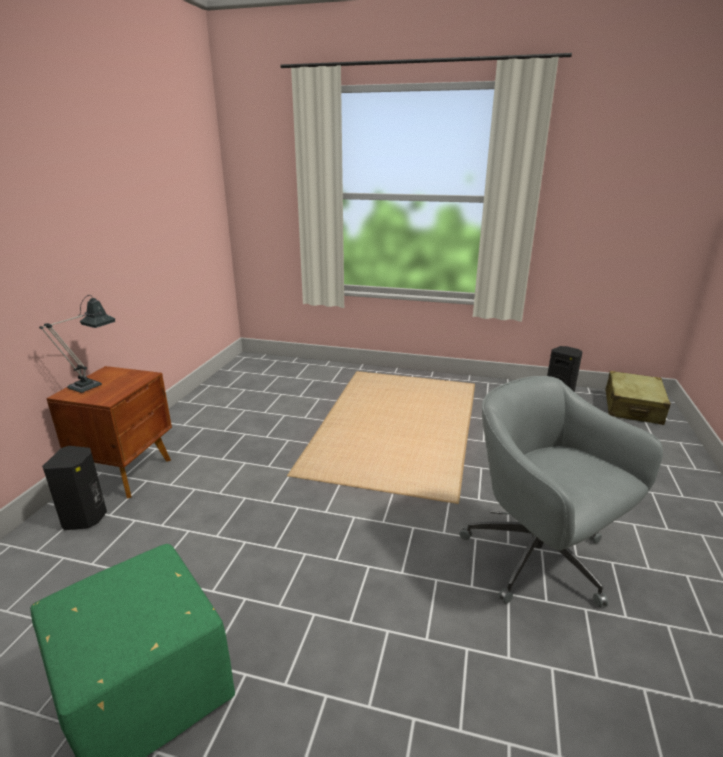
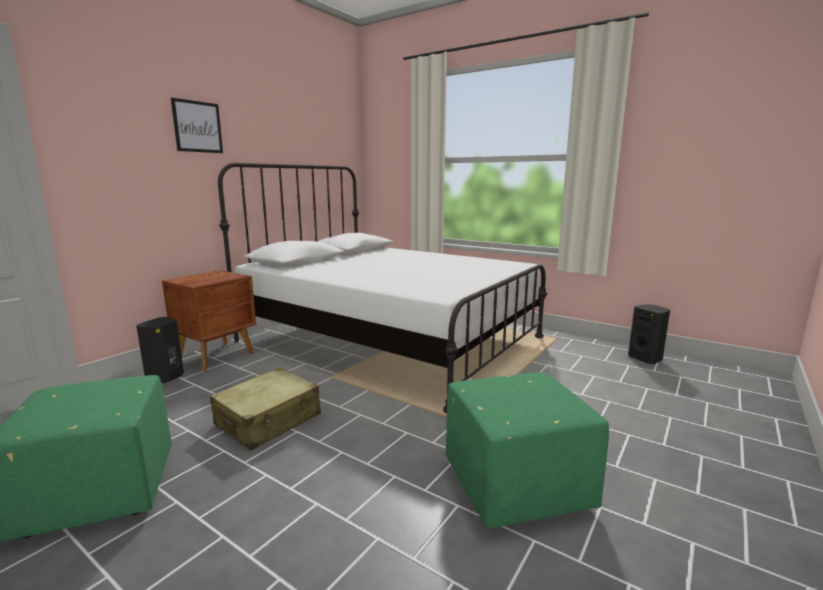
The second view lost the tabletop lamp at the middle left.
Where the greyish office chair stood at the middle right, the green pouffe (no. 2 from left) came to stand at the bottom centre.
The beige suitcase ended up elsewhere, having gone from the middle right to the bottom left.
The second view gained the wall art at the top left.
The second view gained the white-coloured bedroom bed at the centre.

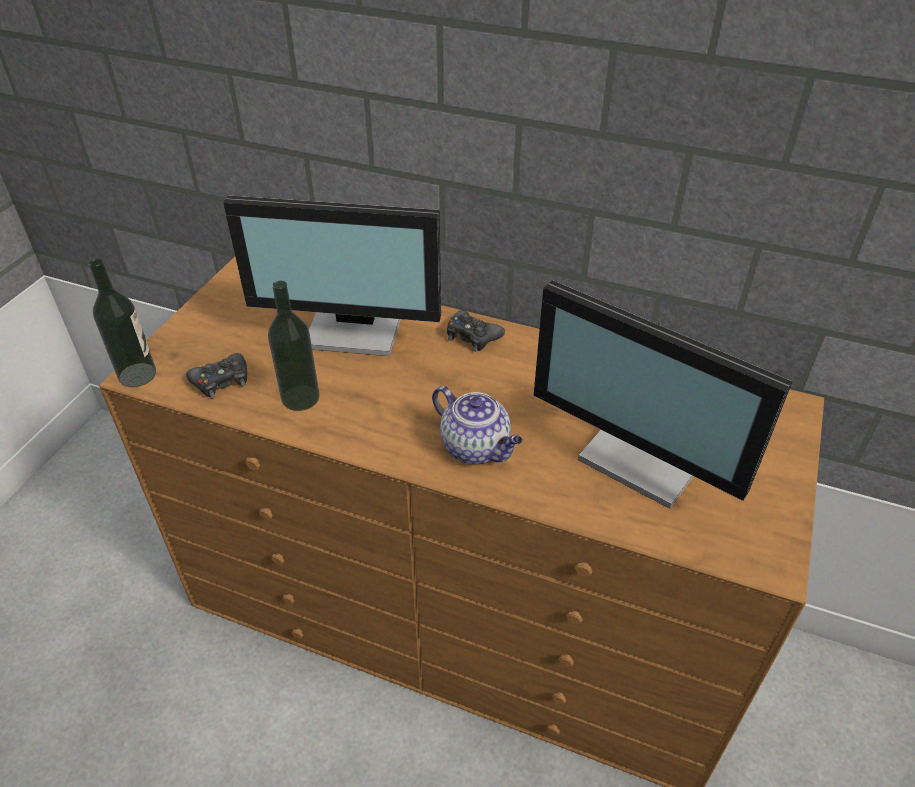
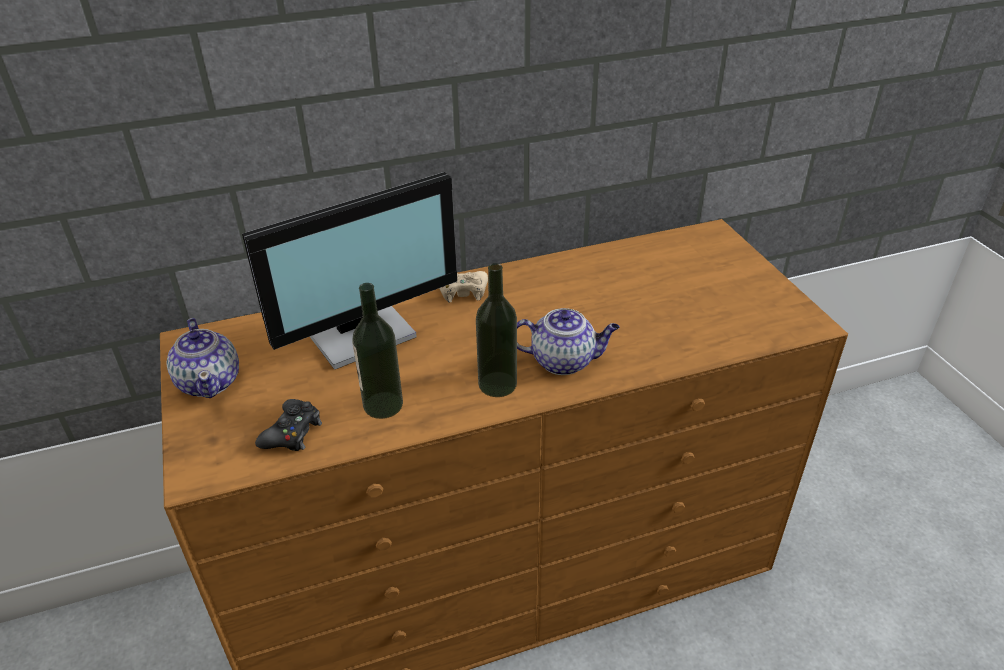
The bottle (no. 1 from left in the first image) ended up elsewhere, having gone from the middle left to the centre.
What was the black-coloured game controller (no. 2 from left) at the centre turned into the beige game controller at the centre.
The second view lost the monitor (no. 2 from left) at the middle right.
The second view gained the tea pot (no. 1 from left) at the middle left.

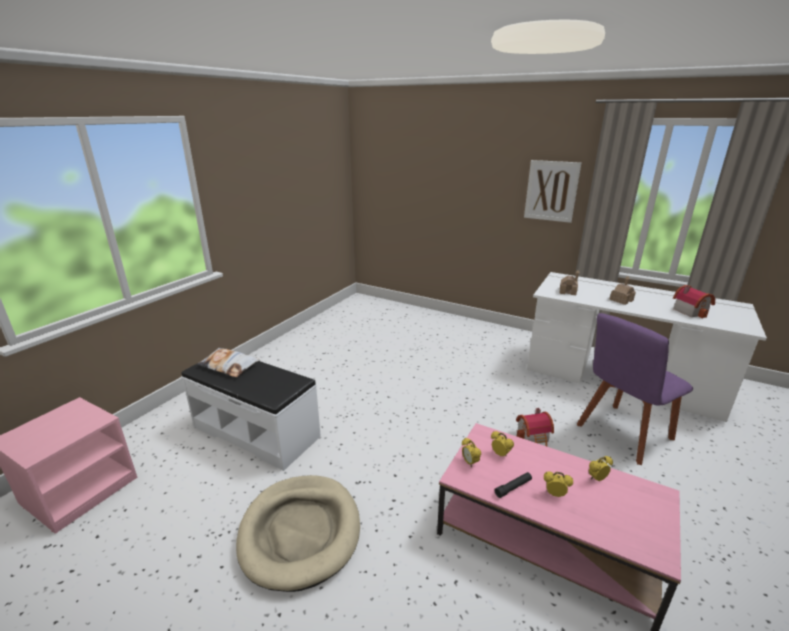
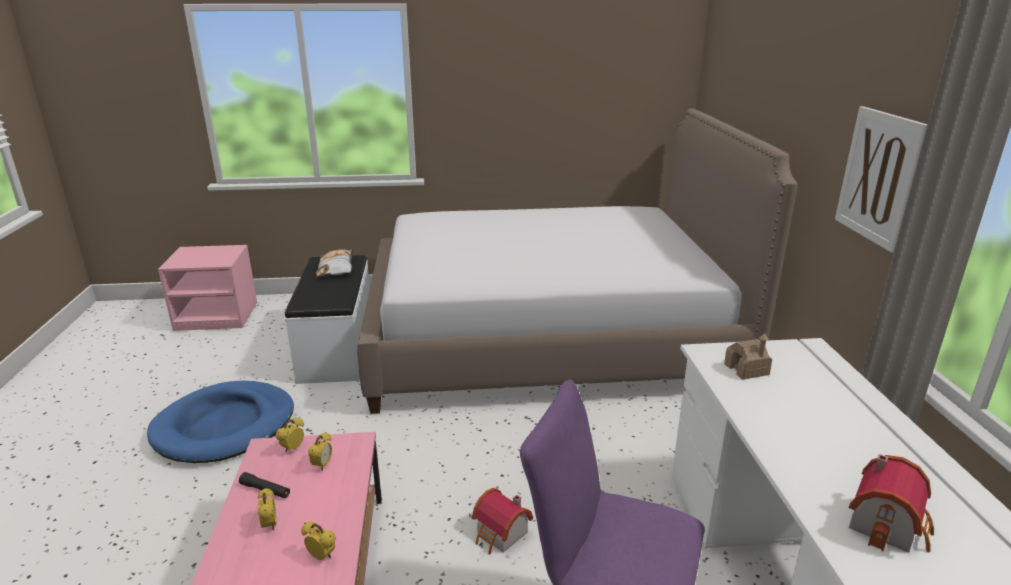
What was the beige pet bed at the bottom centre turned into the bluish pet bed at the bottom left.
The second view lost the miniature house (no. 3 from left) at the middle right.
The second view gained the bedroom bed at the centre.

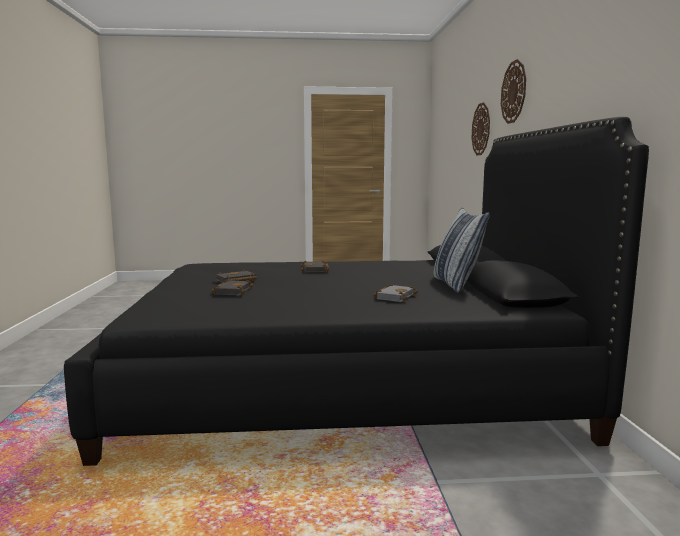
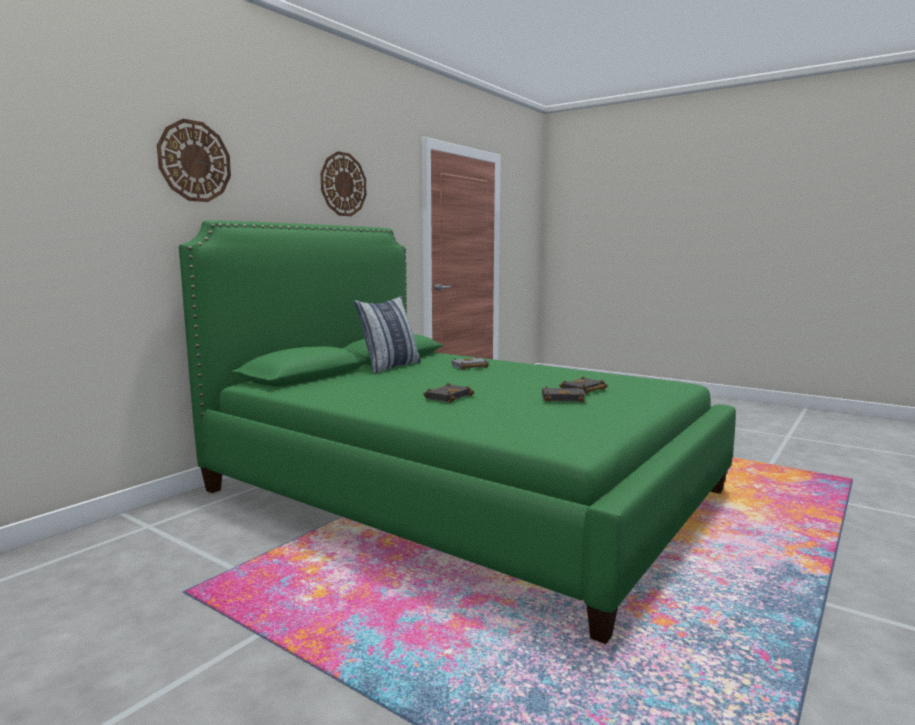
What was the black-coloured bedroom bed at the centre turned into the green bedroom bed at the centre.
The wall clock (no. 1 from left in the first image) ended up elsewhere, having gone from the top right to the top centre.

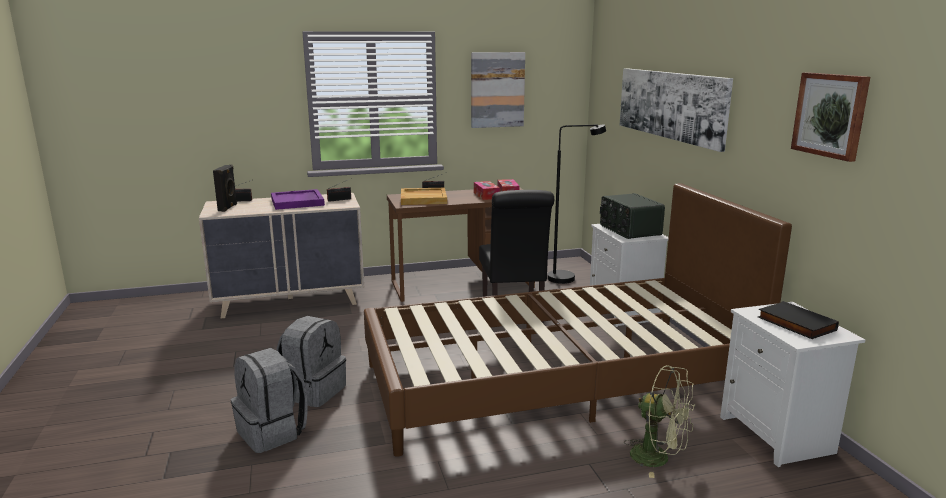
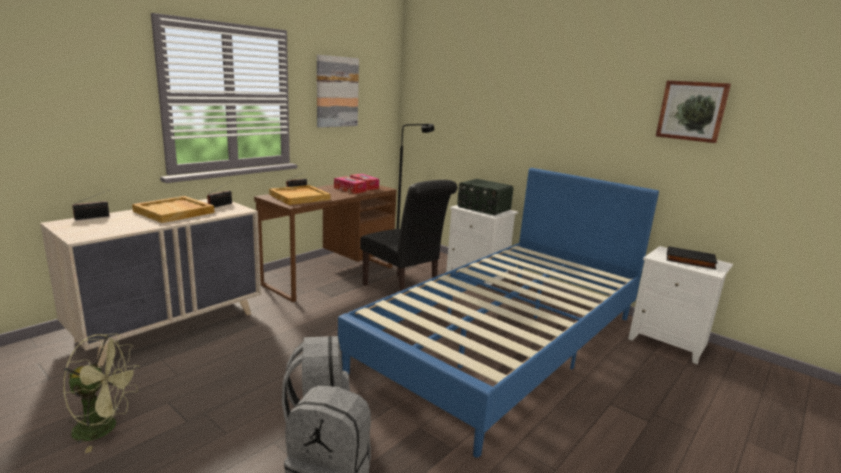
The second view lost the black-coloured loudspeaker at the middle left.
What was the purplish carrying tray at the middle left turned into the beige carrying tray (no. 1 from left) at the middle left.
What was the brown-coloured bedroom bed at the centre turned into the bluish bedroom bed at the centre.
The second view lost the wall art (no. 2 from left) at the top right.
The green cooling fan ended up elsewhere, having gone from the bottom right to the bottom left.

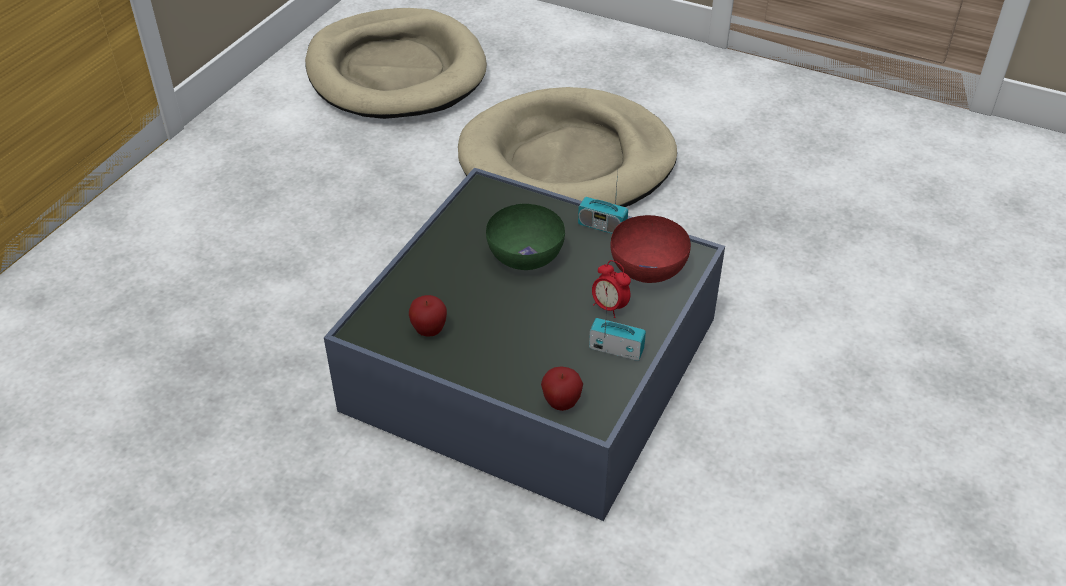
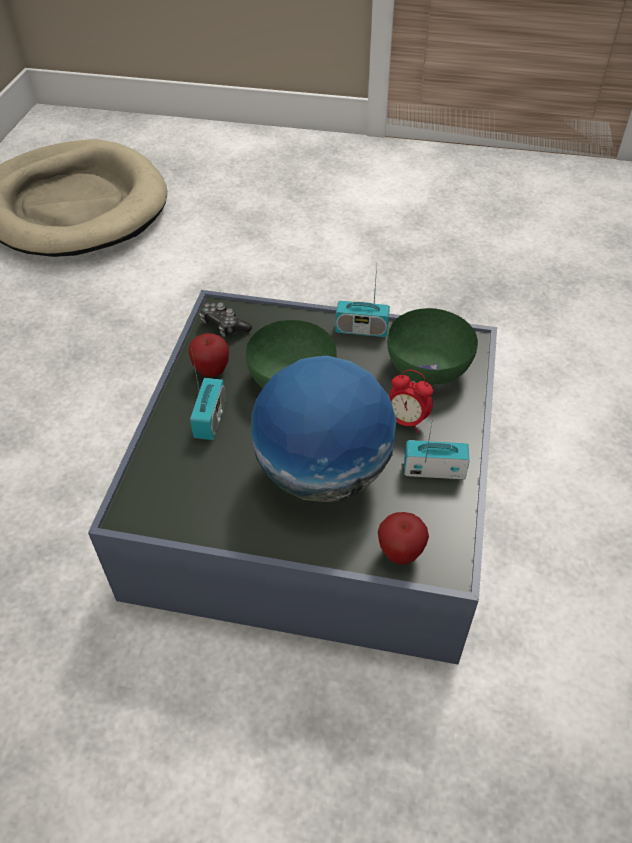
The apple fruit (no. 1 from left) ended up elsewhere, having gone from the centre to the middle left.
The second view lost the beige pet bed (no. 2 from left) at the top centre.
What was the red-coloured deep dish at the centre turned into the green deep dish (no. 2 from left) at the middle right.
The second view gained the radio set (no. 1 from left) at the middle left.
The second view gained the game controller at the centre.
The second view gained the world globe at the centre.

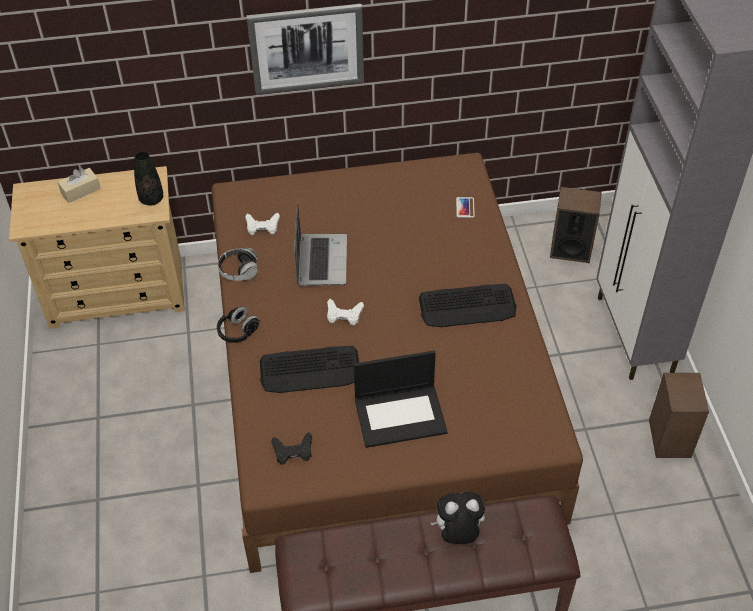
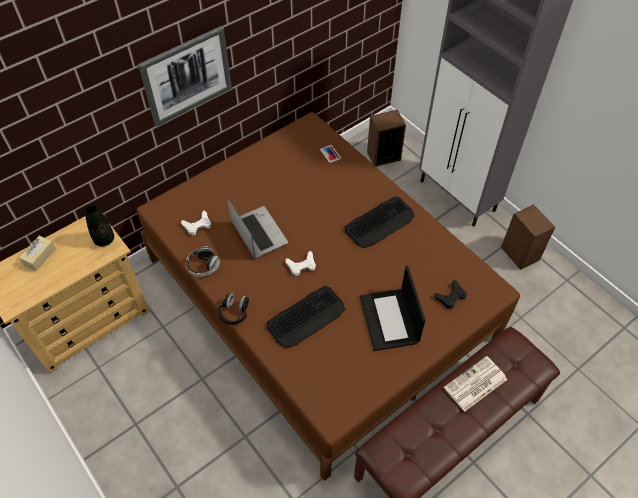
The black-coloured game controller ended up elsewhere, having gone from the bottom centre to the middle right.
The portable computer (no. 2 from left) at the centre ended up facing another way, 120 degrees clockwise from before.
Where the cuddly toy stood at the bottom centre, the daily paper came to stand at the bottom right.

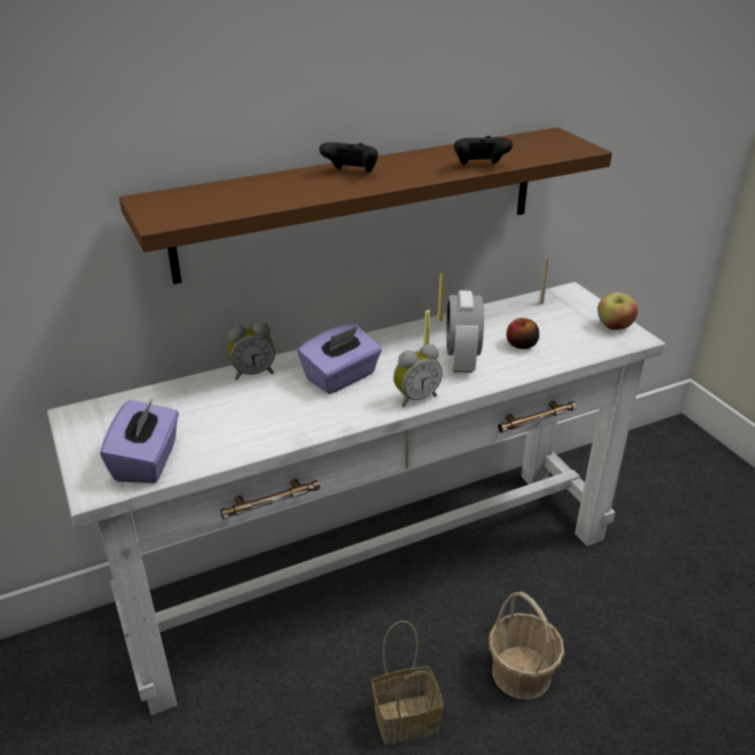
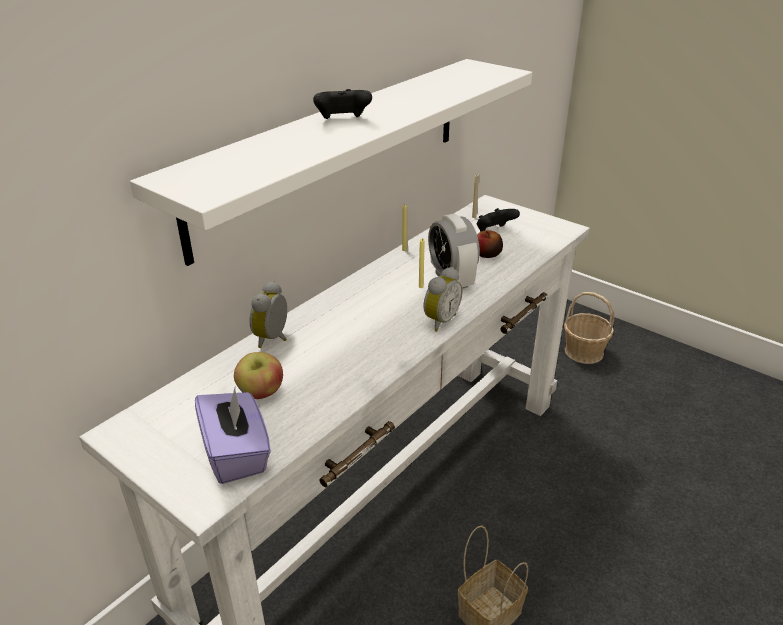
What was the brown-coloured shelf at the top centre turned into the white-coloured shelf at the top centre.
The bedside clock (no. 1 from left) at the middle left ended up facing another way, 150 degrees clockwise from before.
The second view lost the purplish tissue holder (no. 2 from left) at the centre.
The black-coloured game controller (no. 2 from left) ended up elsewhere, having gone from the top centre to the centre.
The basket (no. 2 from left) ended up elsewhere, having gone from the bottom right to the middle right.
The apple fruit (no. 2 from left in the first image) ended up elsewhere, having gone from the middle right to the middle left.

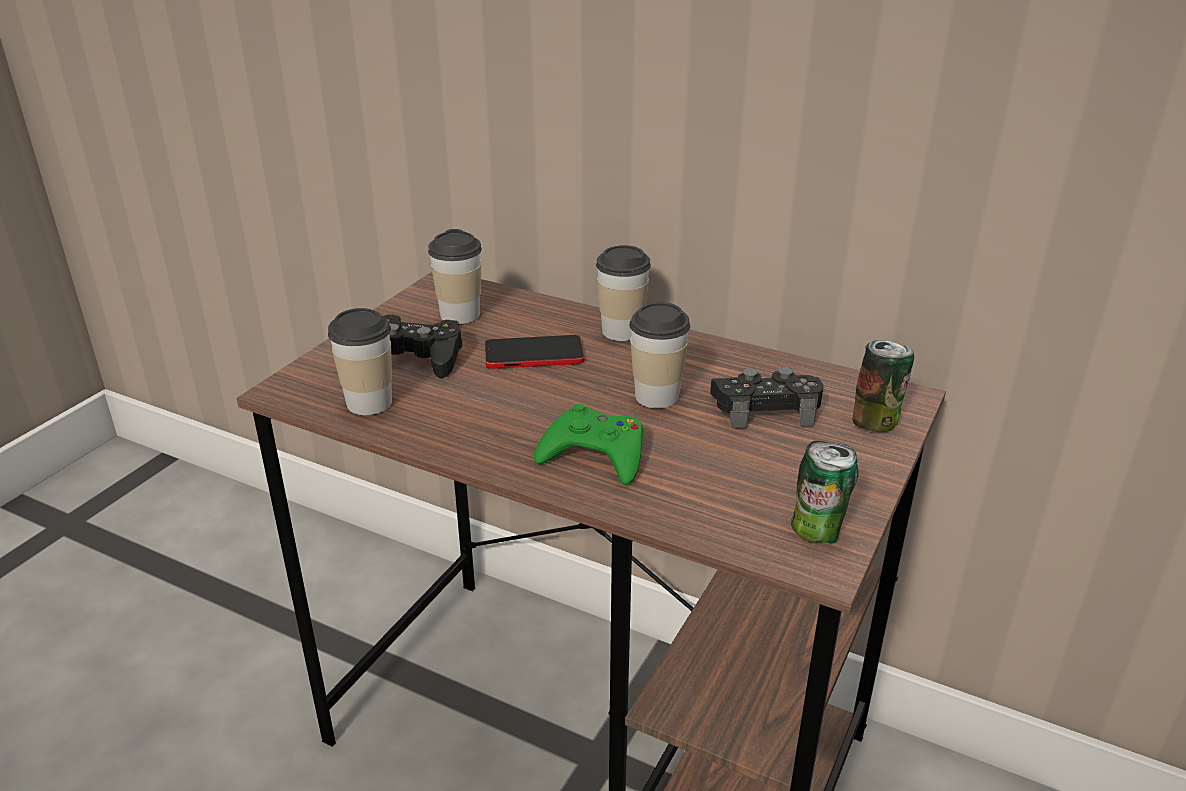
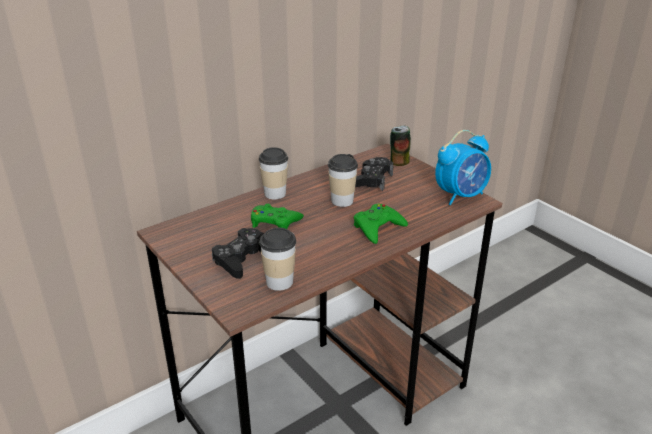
The second view lost the cup (no. 2 from left) at the centre.
Where the handset stood at the centre, the green game controller (no. 1 from left) came to stand at the centre.
Where the can (no. 1 from left) stood at the middle right, the bedside clock came to stand at the middle right.

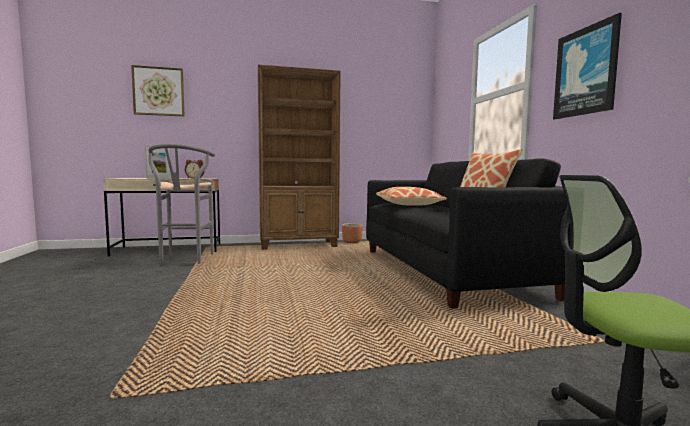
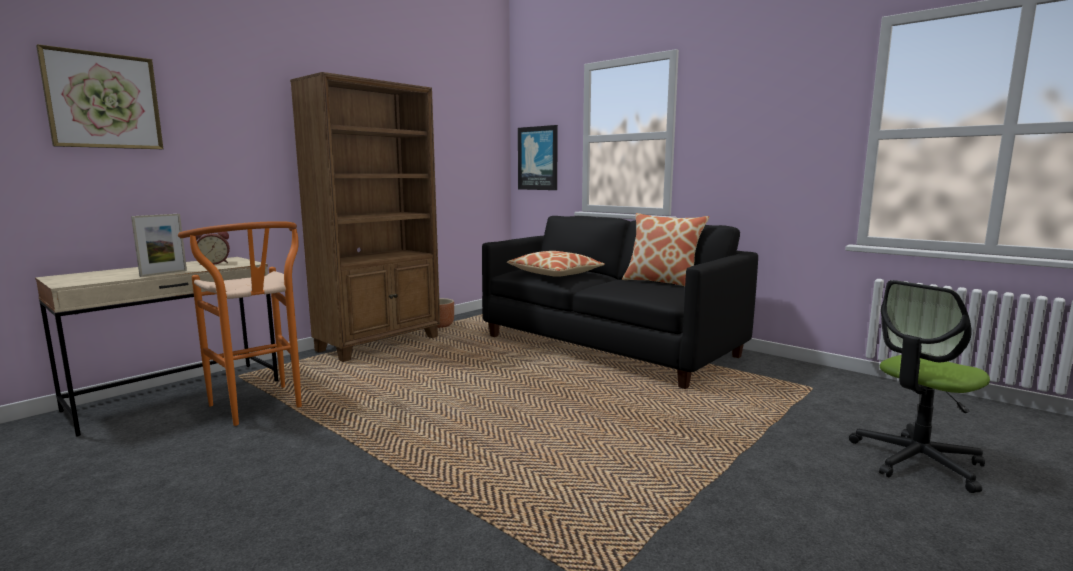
What was the greyish stool at the middle left turned into the orange stool at the middle left.
The wall art (no. 2 from left) ended up elsewhere, having gone from the top right to the top centre.

